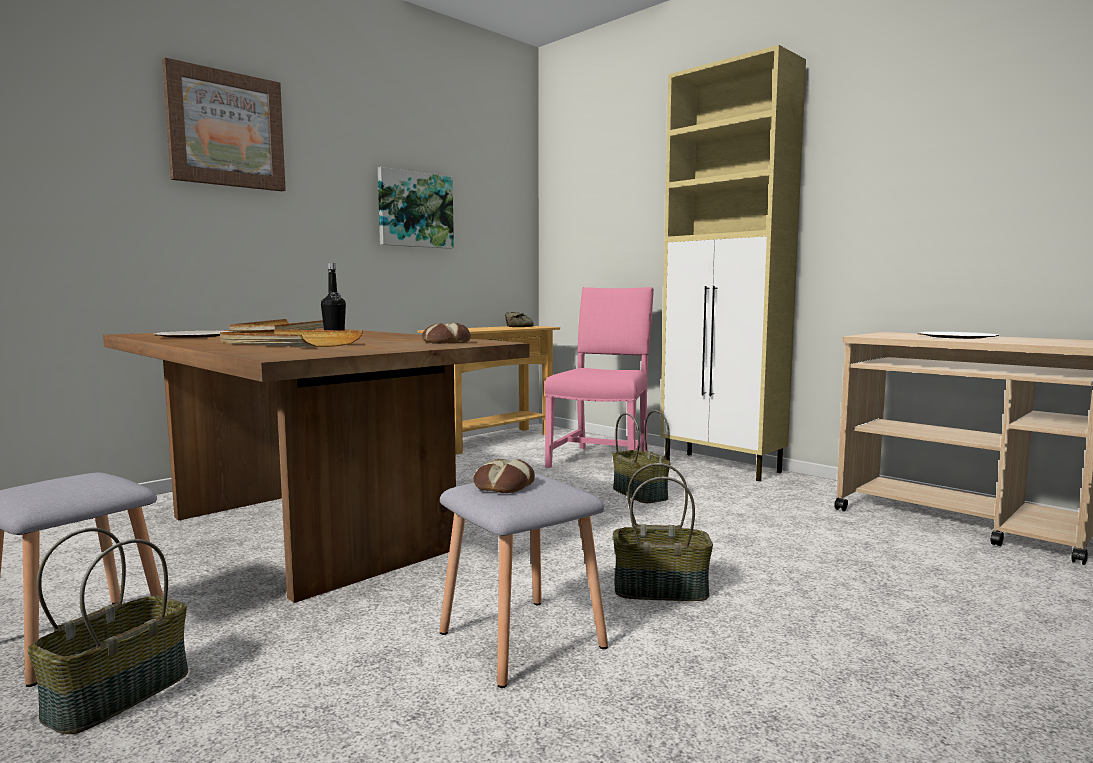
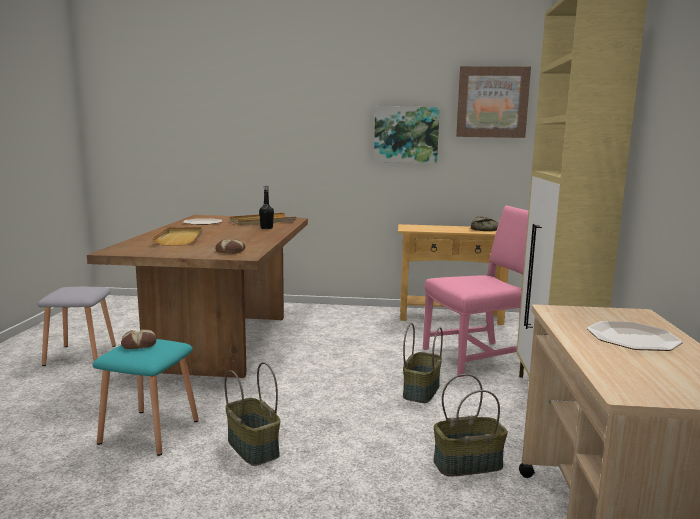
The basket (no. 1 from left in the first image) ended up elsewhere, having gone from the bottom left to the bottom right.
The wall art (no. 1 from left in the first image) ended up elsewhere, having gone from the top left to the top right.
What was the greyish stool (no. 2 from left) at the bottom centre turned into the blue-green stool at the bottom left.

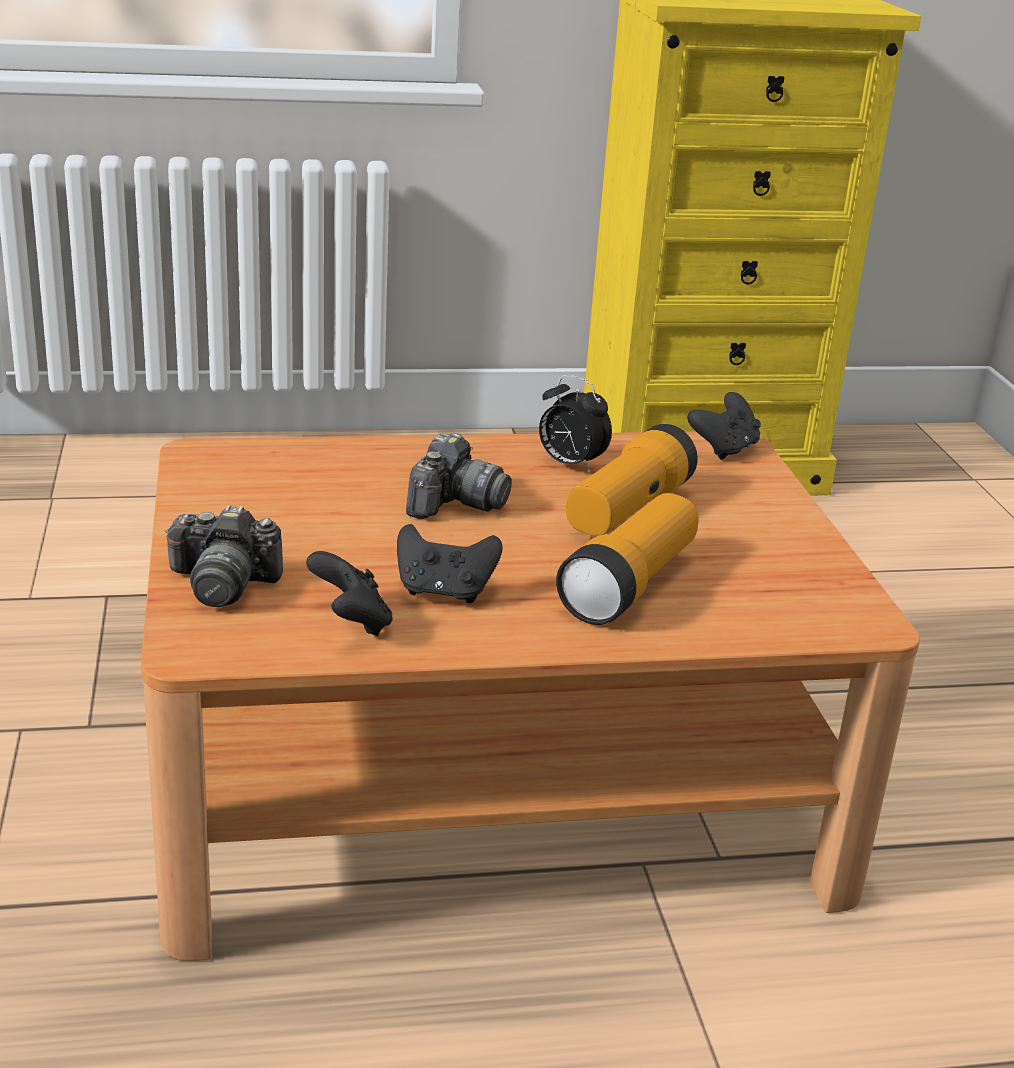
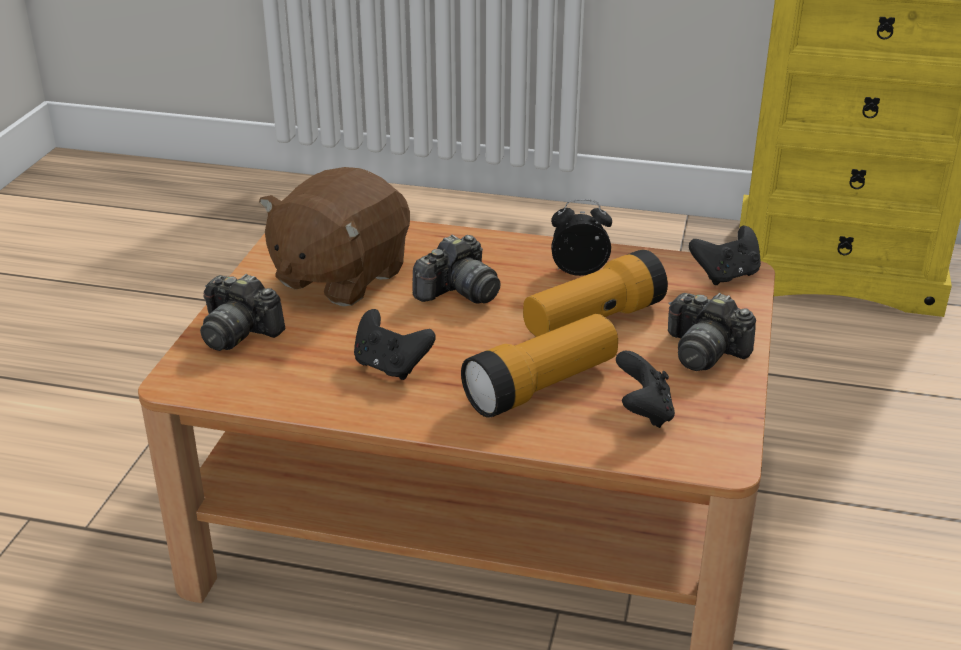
The black-coloured game controller (no. 1 from left in the first image) ended up elsewhere, having gone from the centre to the middle right.
The bedside clock at the centre ended up facing another way, 120 degrees clockwise from before.
The second view gained the brown-coloured cuddly toy at the centre.
The second view gained the still camera (no. 3 from left) at the middle right.

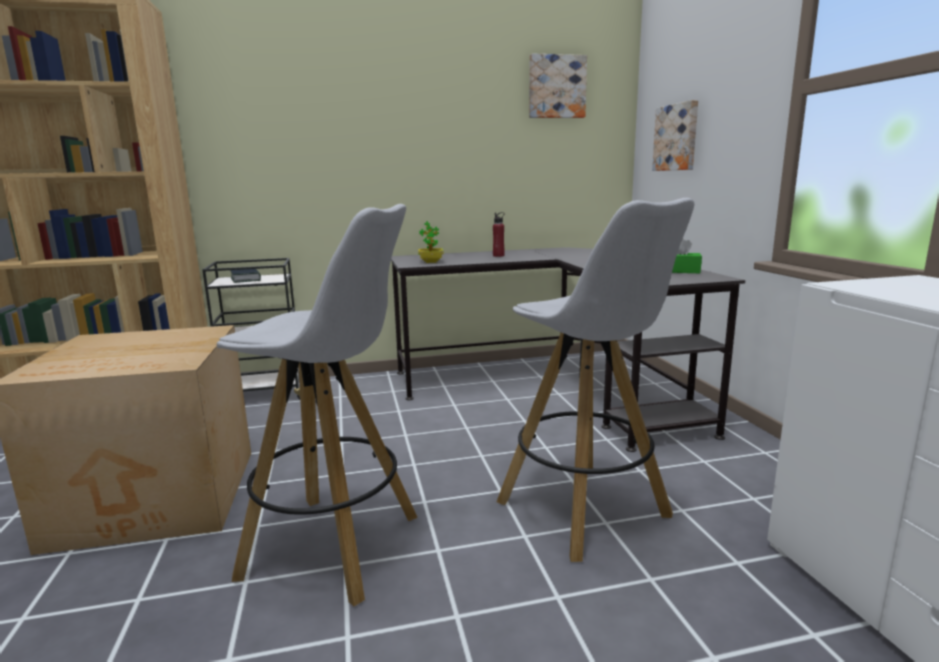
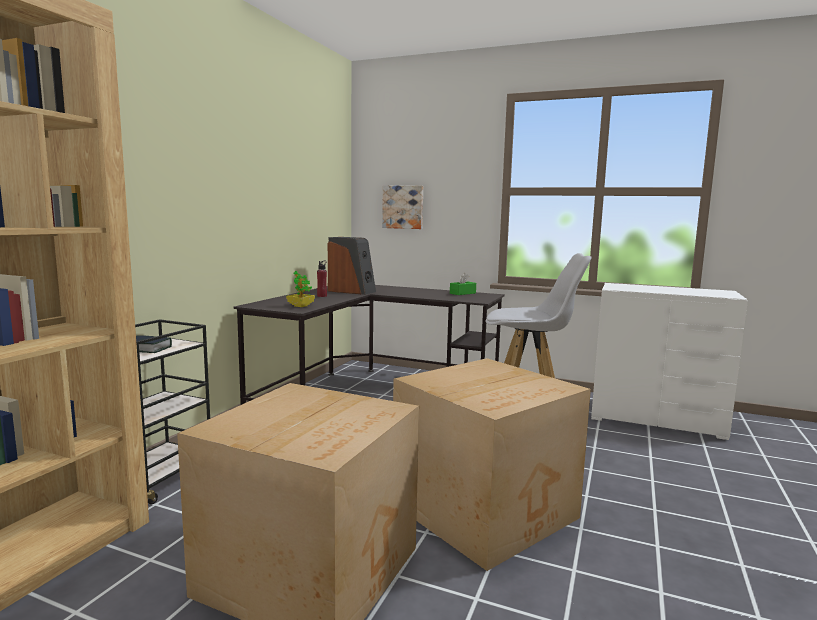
Where the white-coloured stool (no. 1 from left) stood at the centre, the packing box (no. 2 from left) came to stand at the bottom centre.
The second view lost the wall art (no. 1 from left) at the top centre.
The second view gained the loudspeaker at the centre.

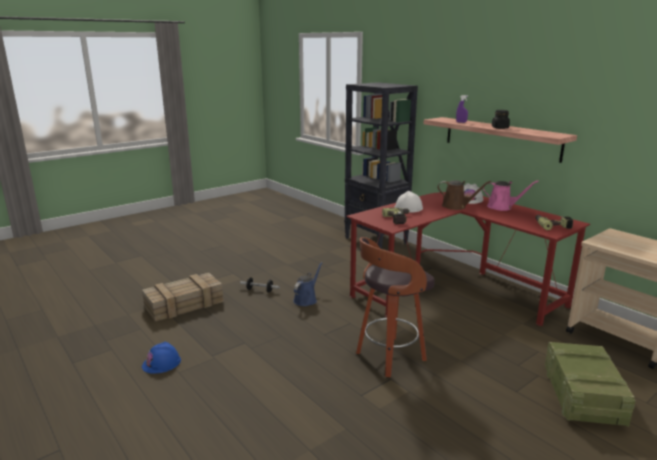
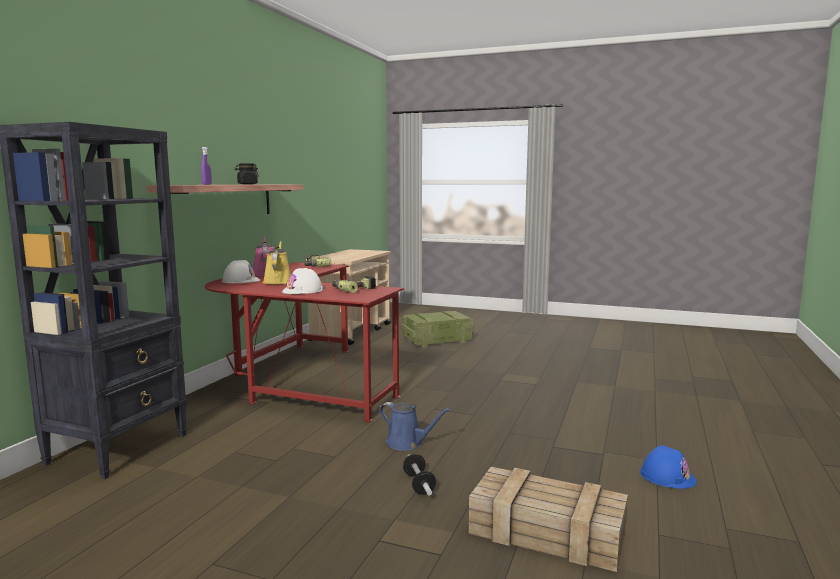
The bluish watering can at the centre ended up facing another way, 150 degrees counterclockwise from before.
The second view lost the stool at the bottom centre.
What was the brown-coloured watering can at the middle right turned into the yellow watering can at the middle left.

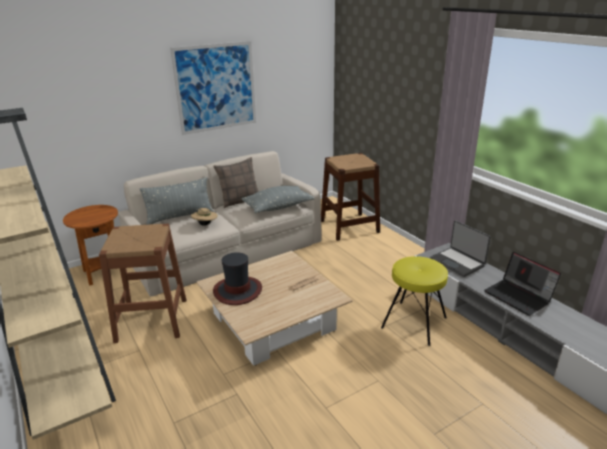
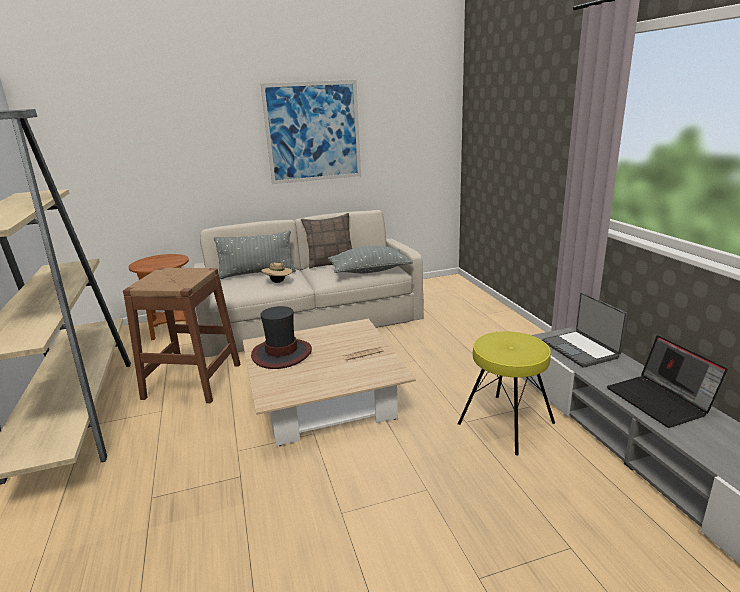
The second view lost the brown-coloured stool (no. 2 from left) at the centre.

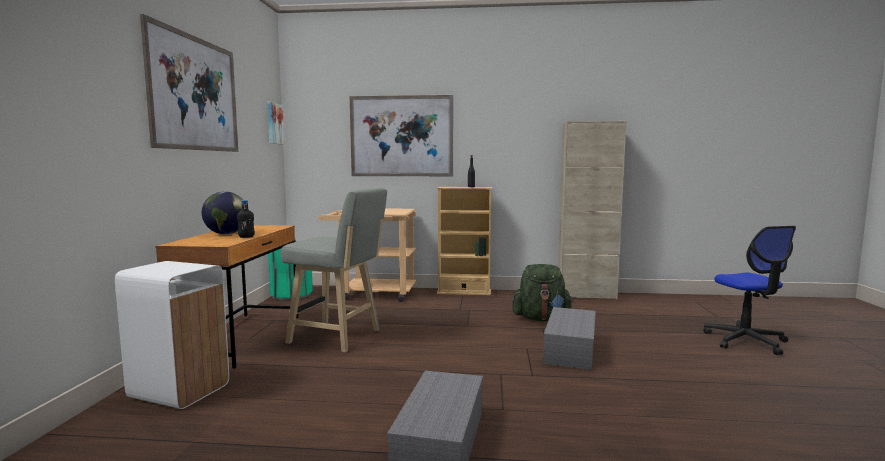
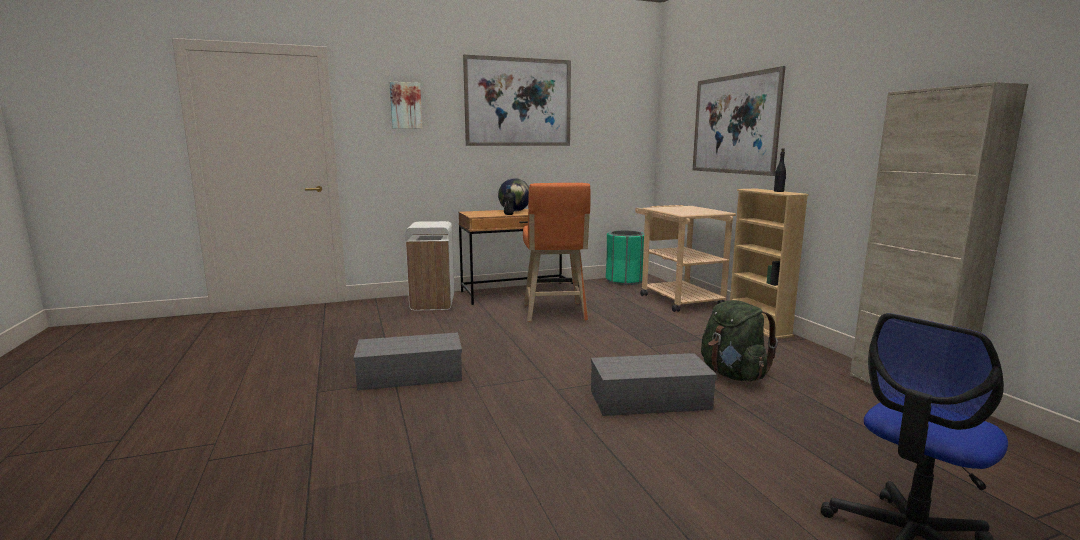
The wall art (no. 2 from left in the first image) ended up elsewhere, having gone from the top left to the top centre.
What was the greyish stool at the centre turned into the orange stool at the centre.

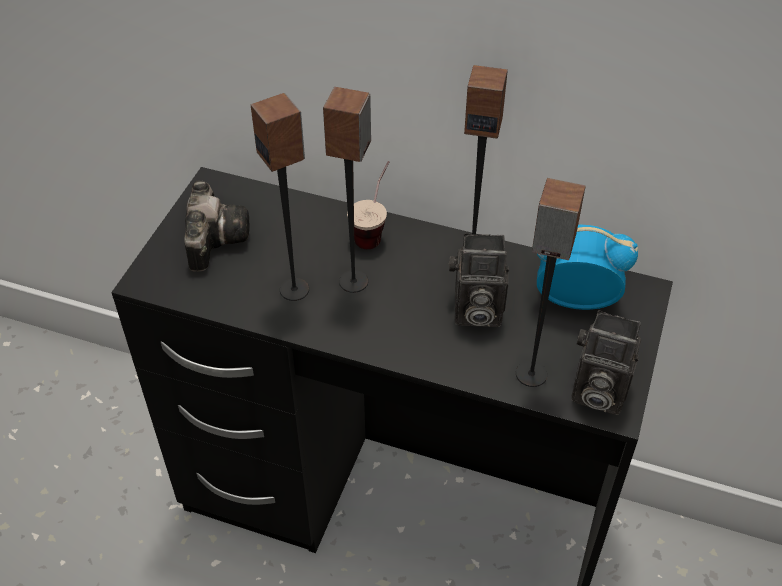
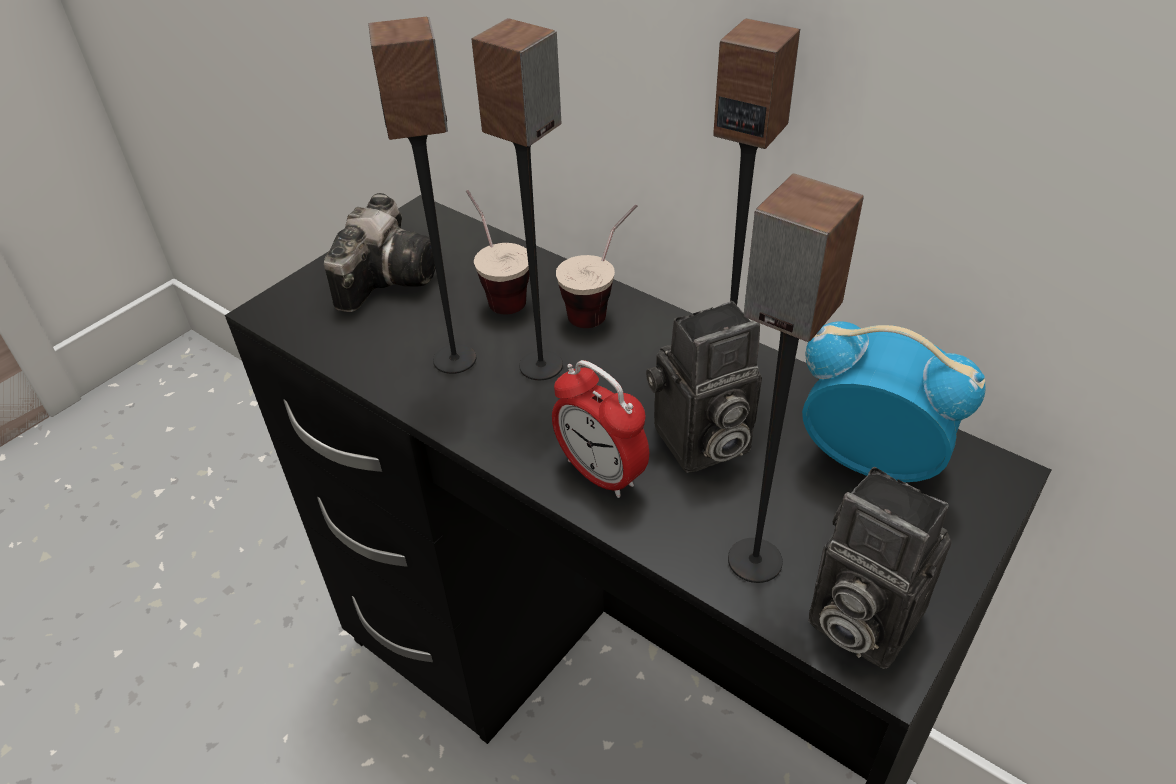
The still camera (no. 2 from left) at the centre ended up facing another way, 45 degrees counterclockwise from before.
The second view gained the cup (no. 1 from left) at the top centre.
The second view gained the bedside clock (no. 1 from left) at the centre.

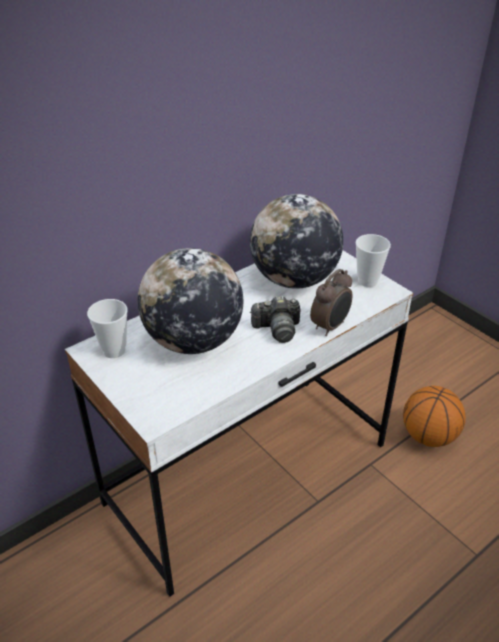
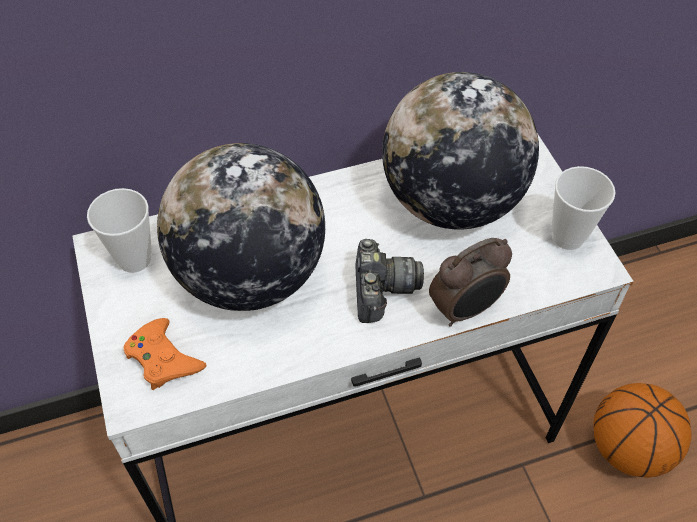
The still camera at the centre ended up facing another way, 105 degrees counterclockwise from before.
The second view gained the orange game controller at the bottom left.

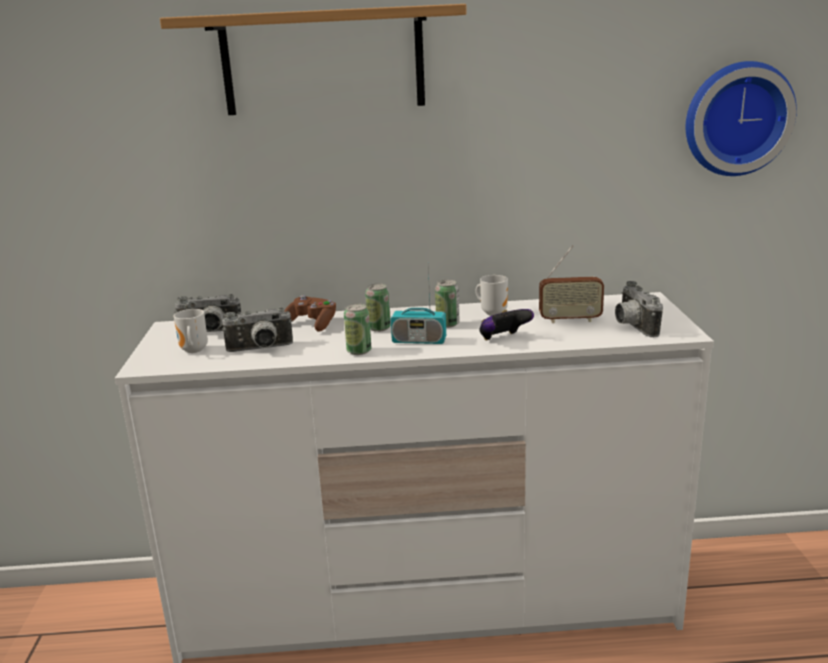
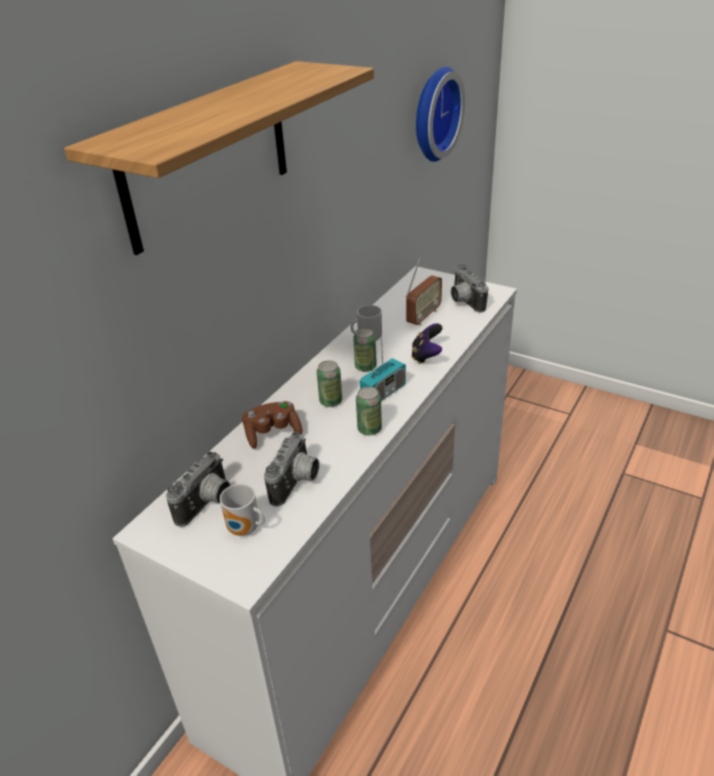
The still camera (no. 3 from left) at the middle right ended up facing another way, 45 degrees clockwise from before.

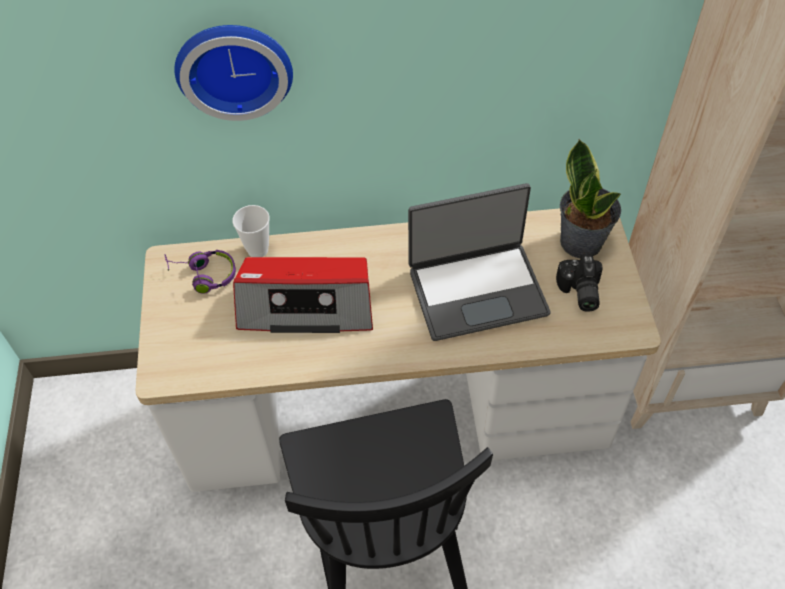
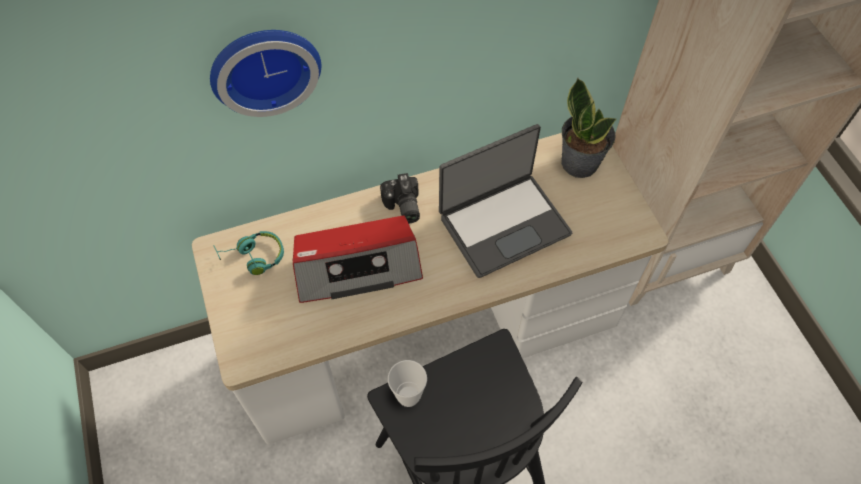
What was the purplish pair of headphones at the middle left turned into the blue-green pair of headphones at the middle left.
The cup ended up elsewhere, having gone from the middle left to the bottom centre.
The still camera ended up elsewhere, having gone from the middle right to the centre.

